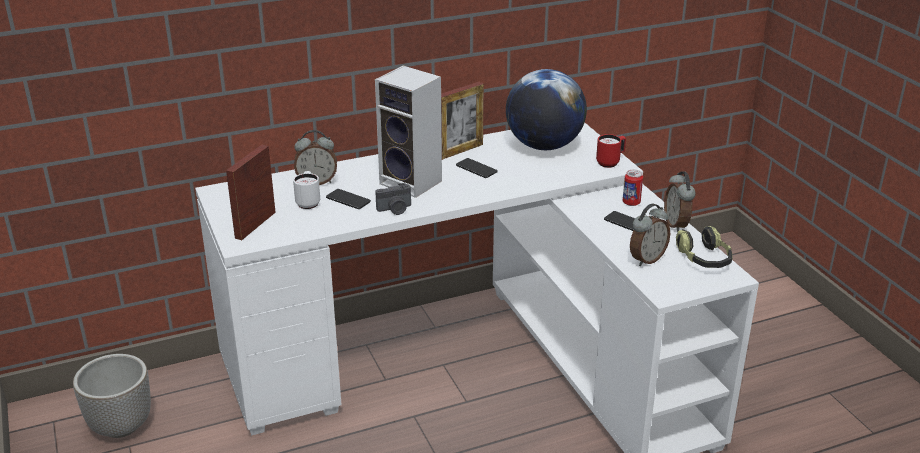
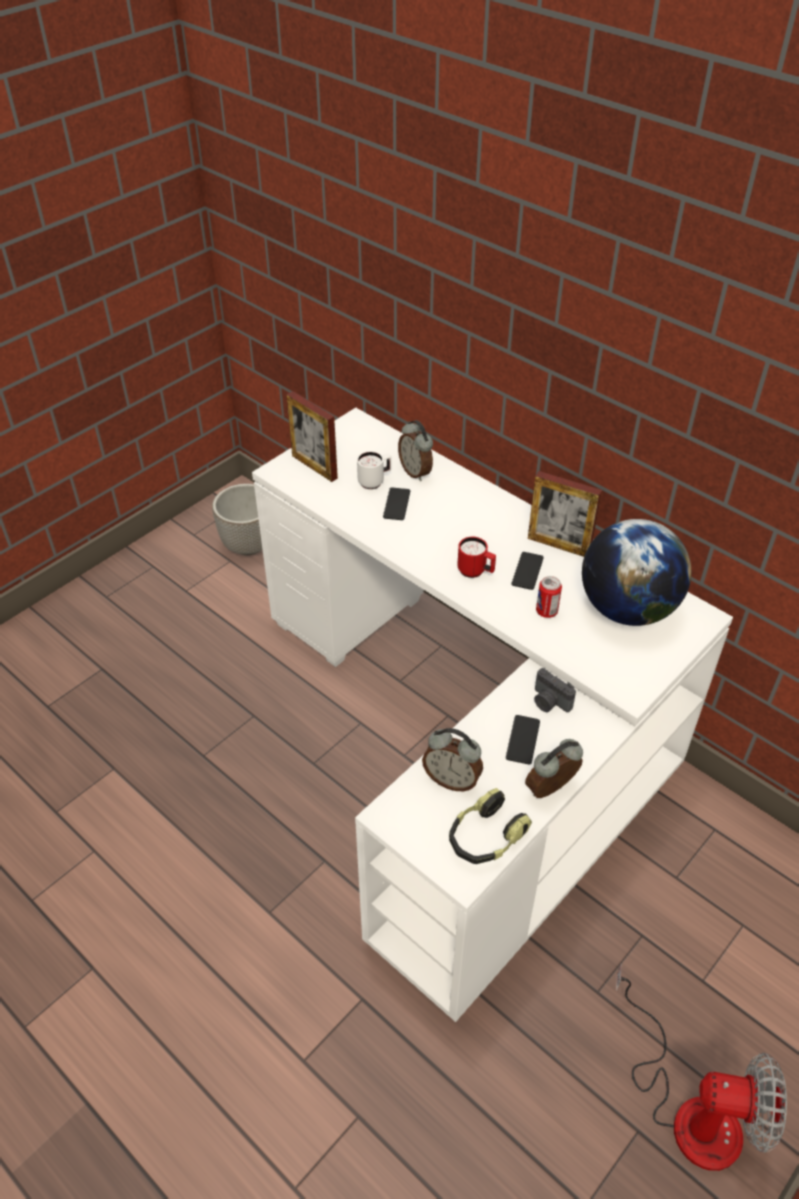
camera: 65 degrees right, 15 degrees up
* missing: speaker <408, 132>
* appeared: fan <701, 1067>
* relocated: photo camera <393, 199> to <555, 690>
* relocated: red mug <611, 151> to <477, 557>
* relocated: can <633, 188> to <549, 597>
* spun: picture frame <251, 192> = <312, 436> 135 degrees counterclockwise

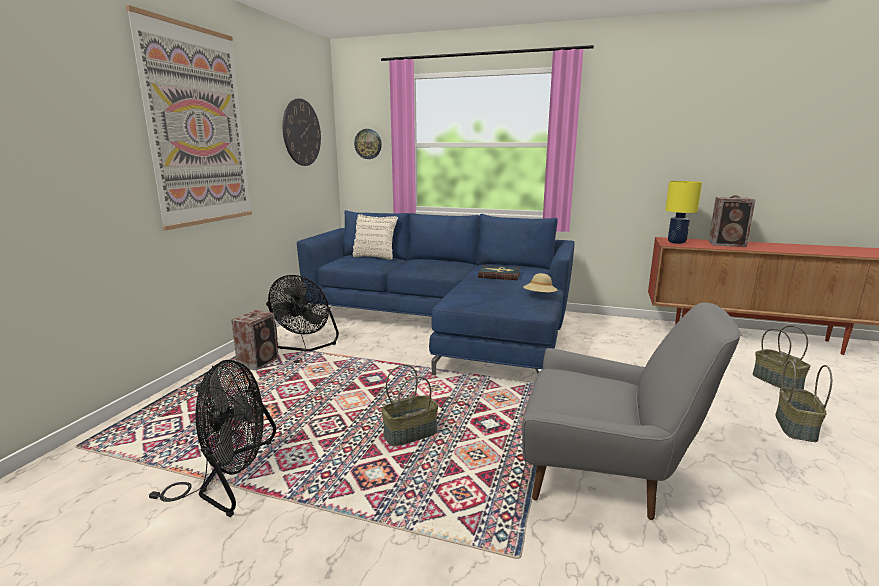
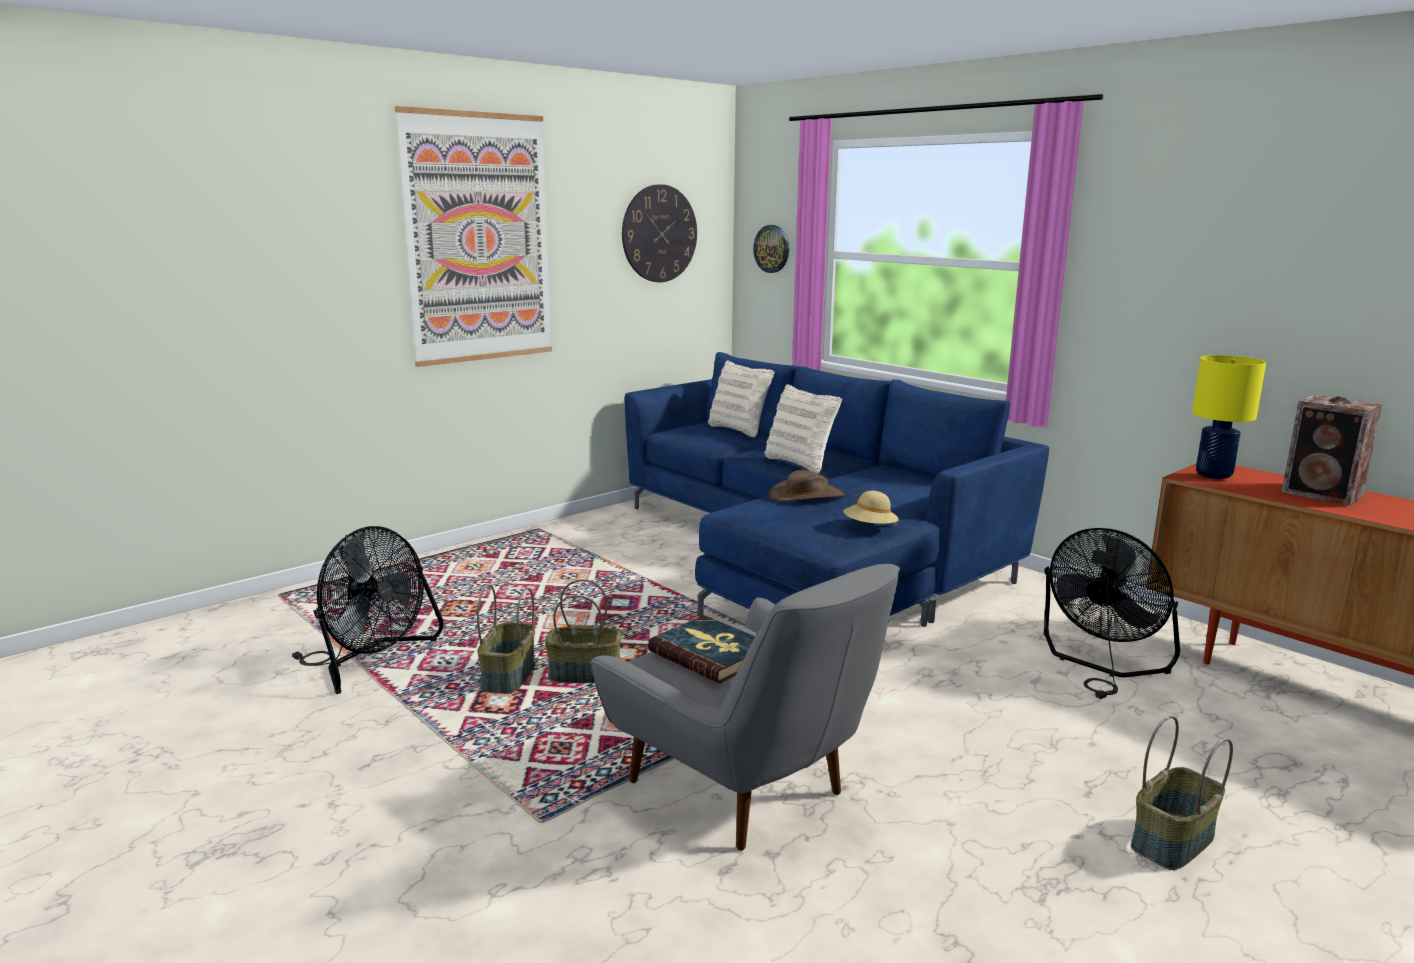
camera: 30 degrees right, 0 degrees up
* missing: speaker <255, 340>
* appeared: beige pillow <803, 428>
* appeared: brown hat <807, 485>
* relocated: black fan <302, 319> to <1111, 613>
* relocated: book <499, 272> to <701, 649>
* relocated: basket <782, 357> to <506, 639>

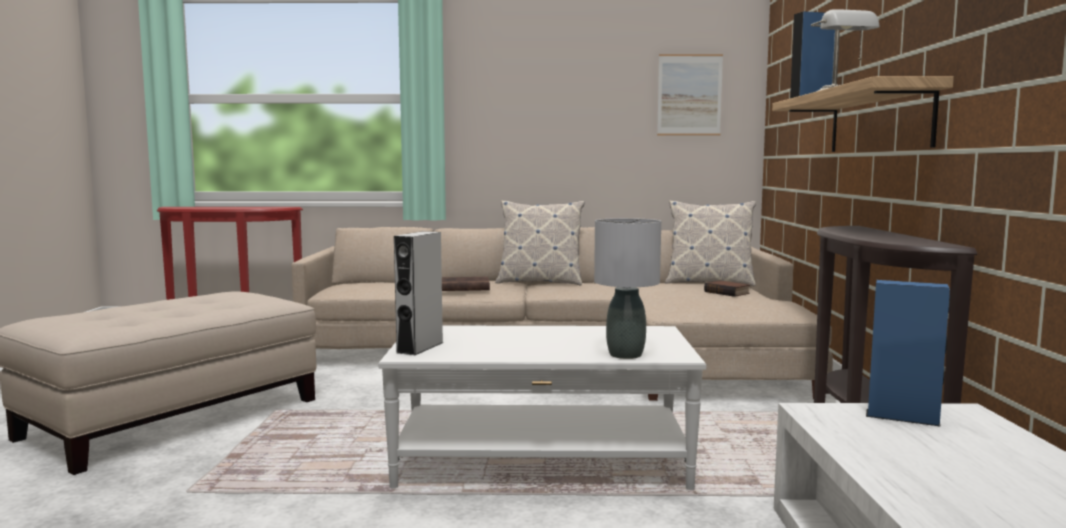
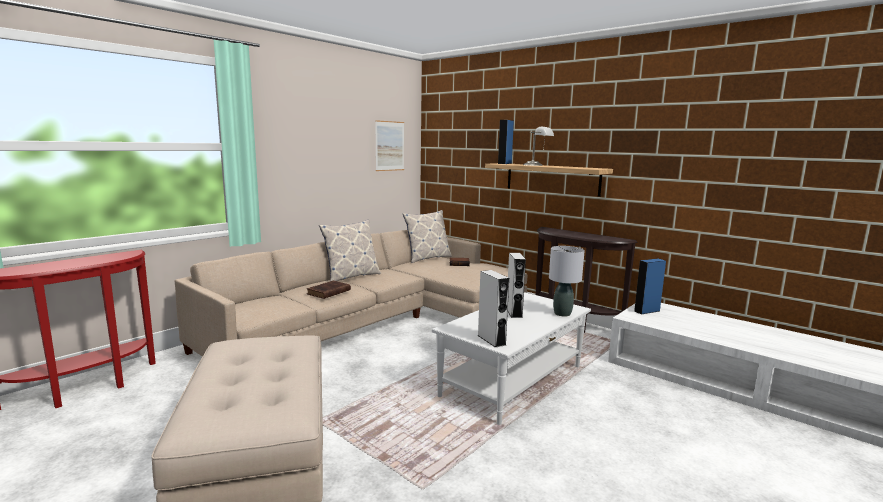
camera: 50 degrees left, 5 degrees up
* appeared: grey speaker <517, 285>

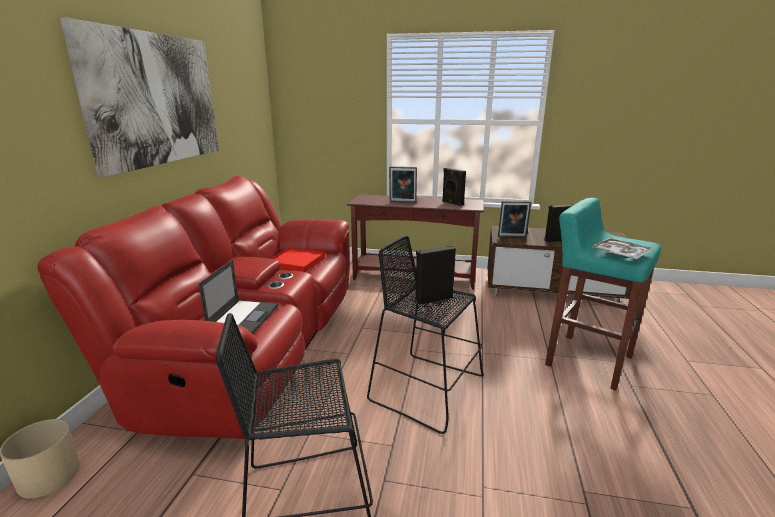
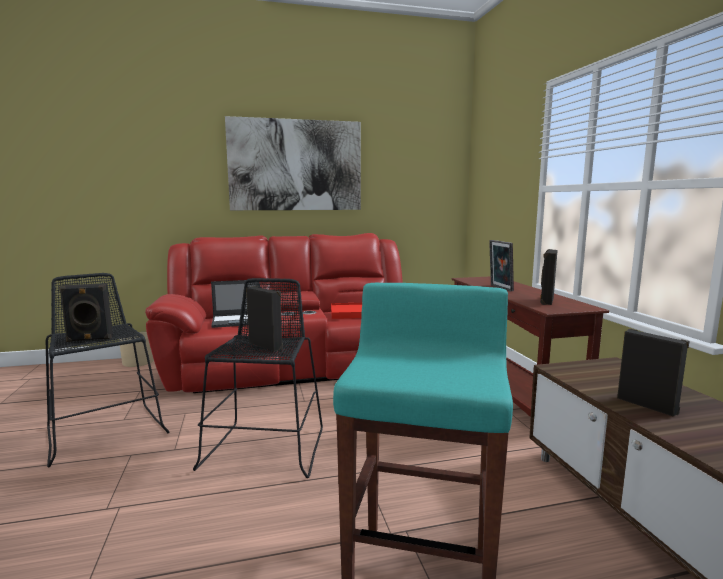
camera: 65 degrees right, 10 degrees down
* missing: picture frame <515, 219>
* missing: tray <621, 248>
* appeared: black speaker <86, 312>

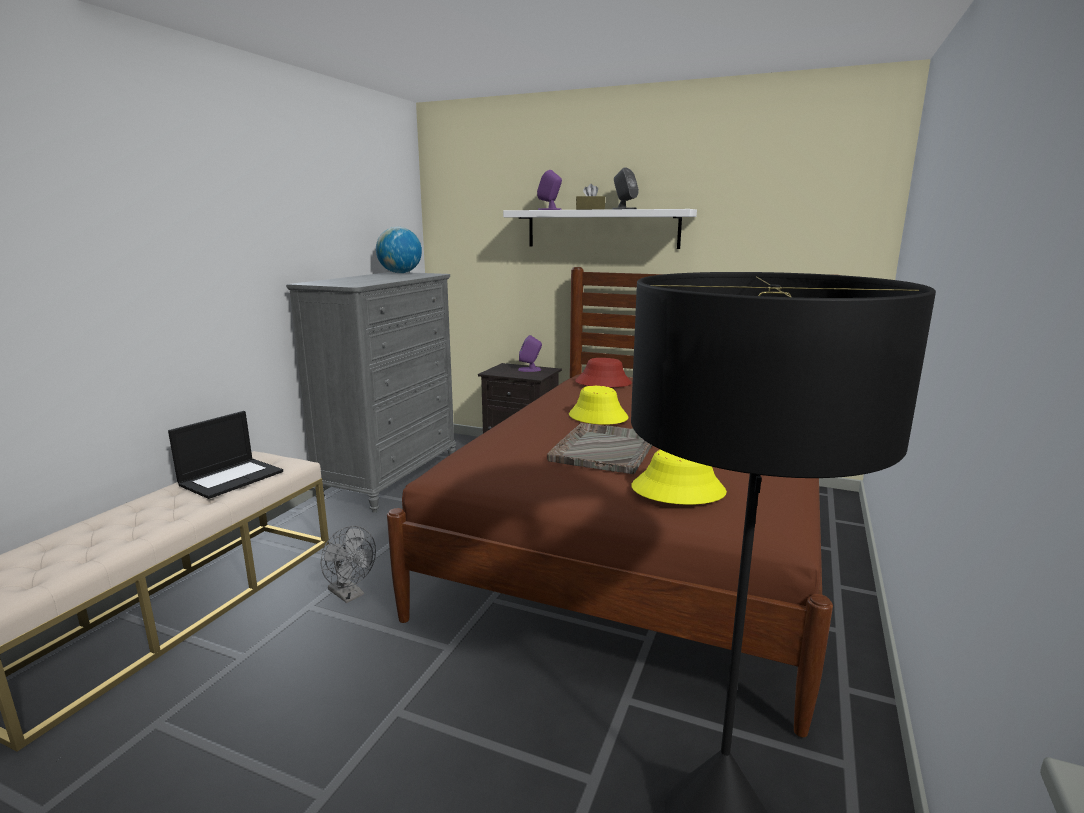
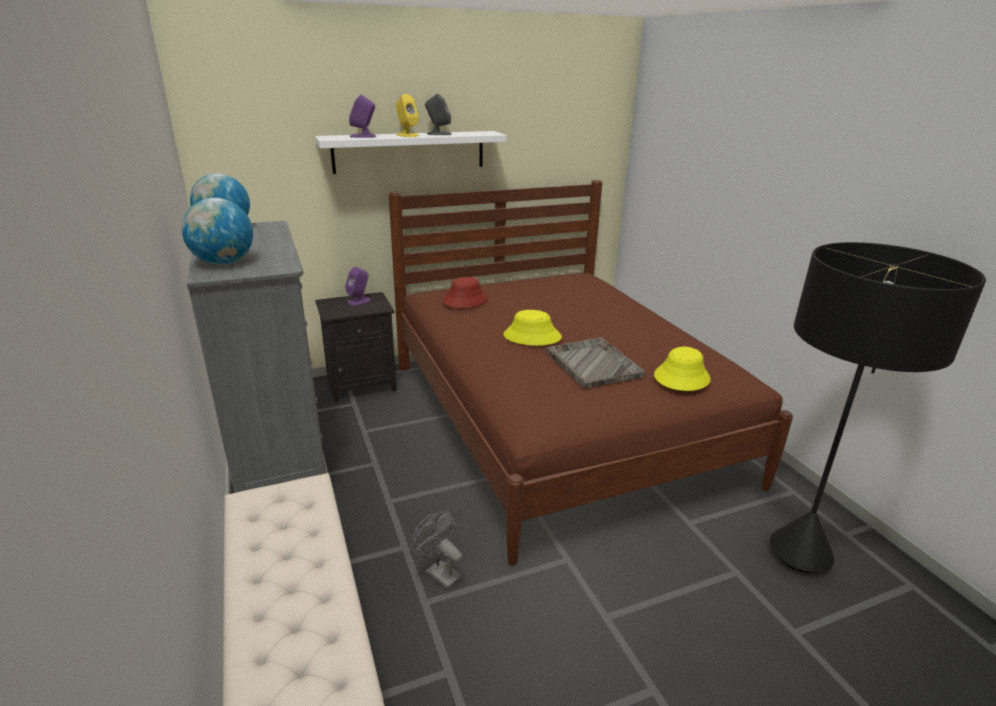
camera: 45 degrees left, 10 degrees up
* missing: laptop <225, 455>
* appeared: globe <217, 231>
* exchanged: brown tissue box <590, 197> to yellow speaker <407, 115>
* spun: grey fan <348, 564> = <436, 549> 135 degrees counterclockwise

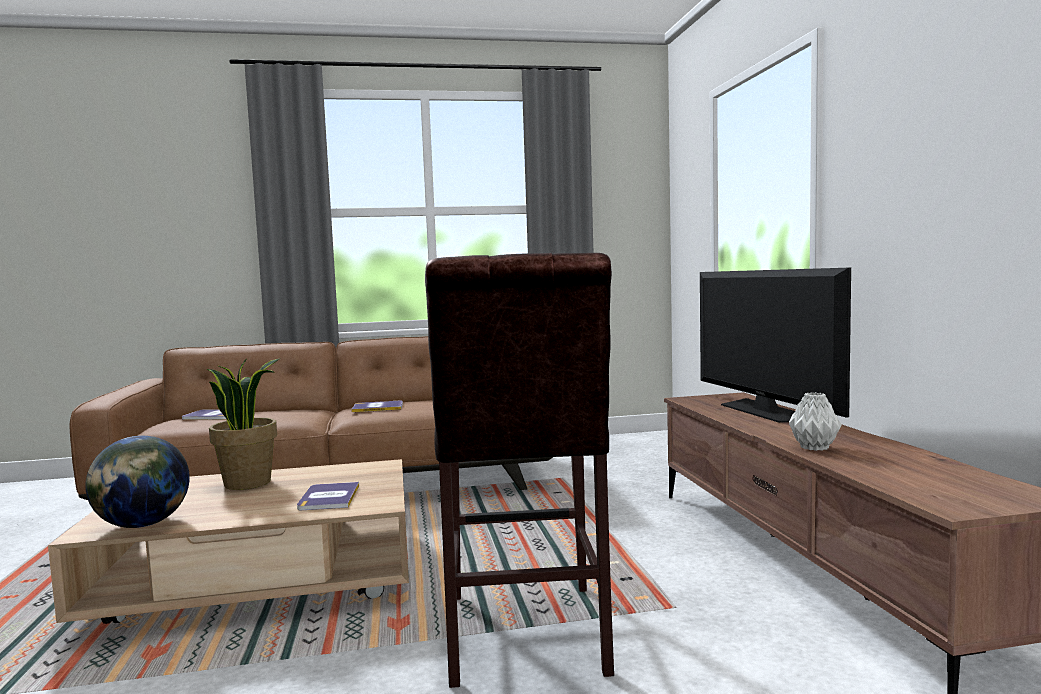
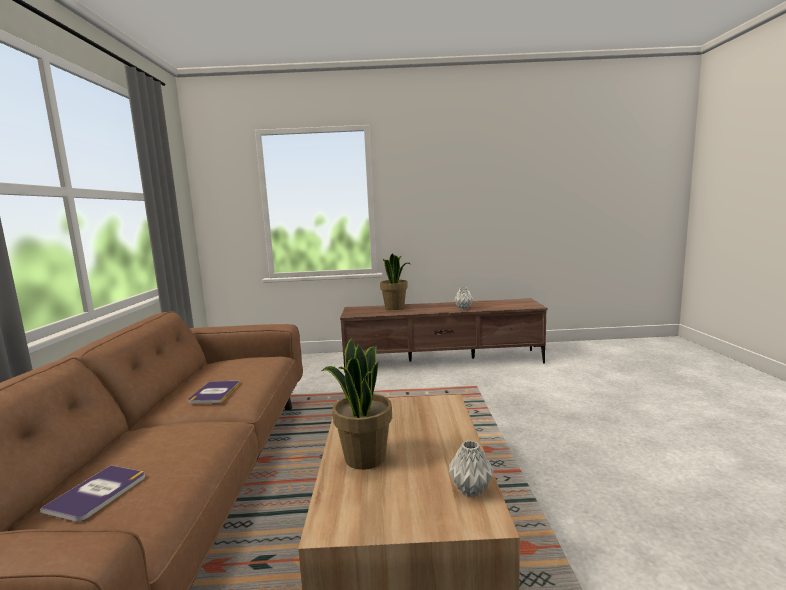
camera: 80 degrees left, 5 degrees up
* missing: book <328, 496>
* missing: brown stool <519, 470>
* exchanged: globe <137, 482> to grey vase <471, 469>
* exchanged: television <775, 345> to potted plant <395, 281>

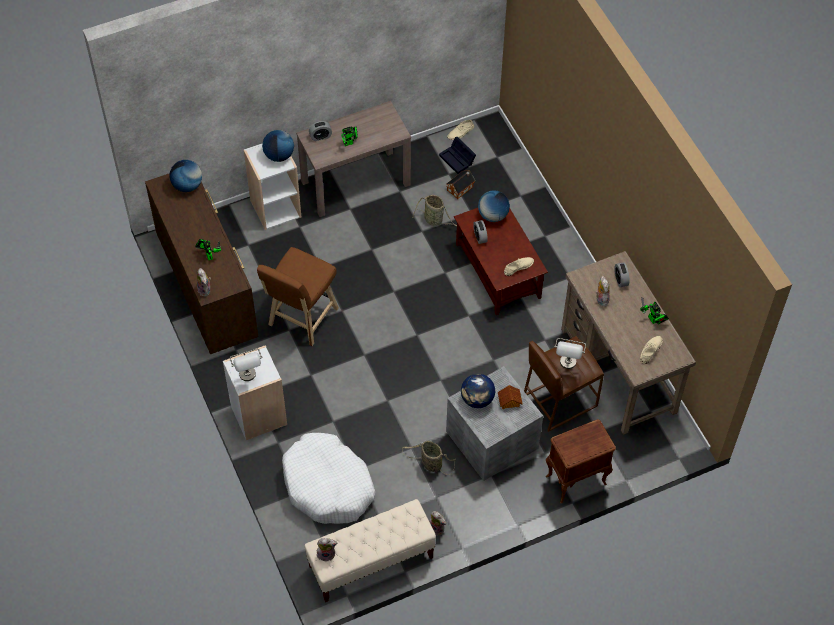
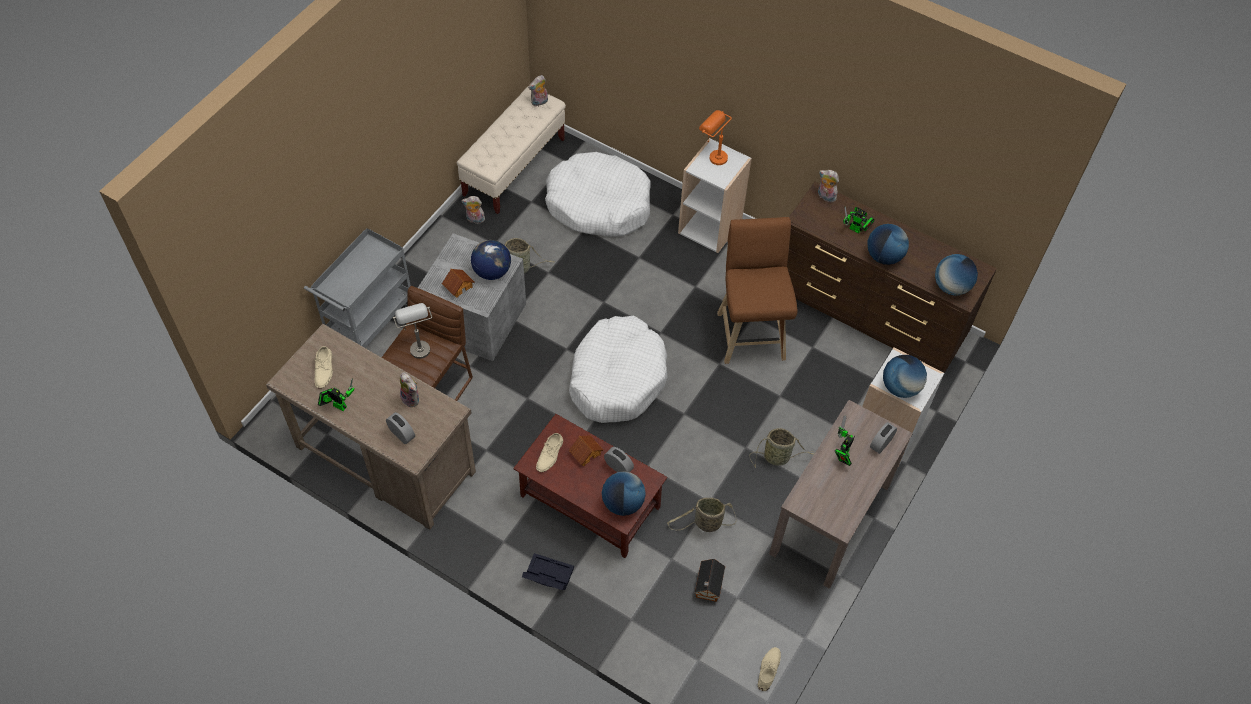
camera: 145 degrees right, 0 degrees up
* appeared: white dog bed <618, 369>
* appeared: toy house <586, 450>
* appeared: basket <782, 448>
* appeared: globe <888, 244>
* relocated: black storage box <457, 155> to <548, 571>
* exchanged: brown nightstand <581, 461> to grey cart <357, 288>
* colour: grey table lamp <246, 365> to orange table lamp <715, 137>

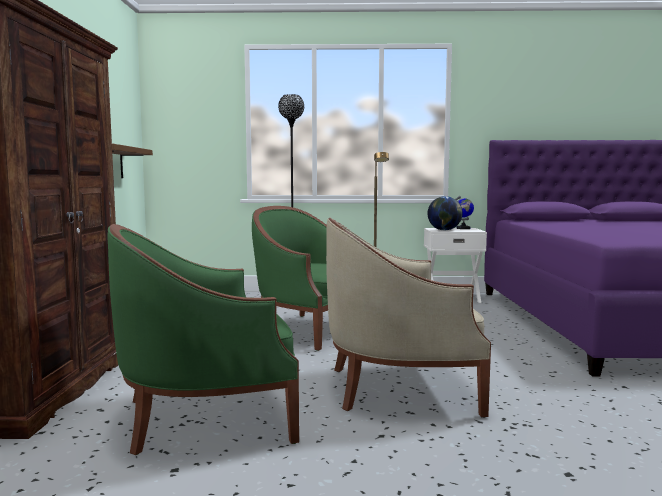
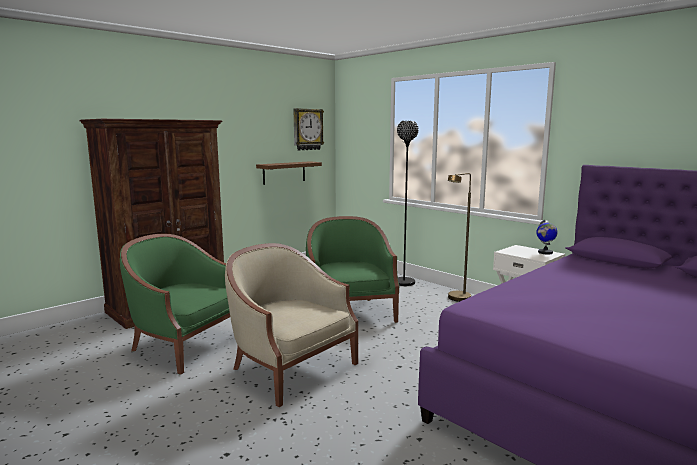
camera: 45 degrees right, 5 degrees up
* missing: globe <445, 213>
* appeared: wall clock <308, 129>

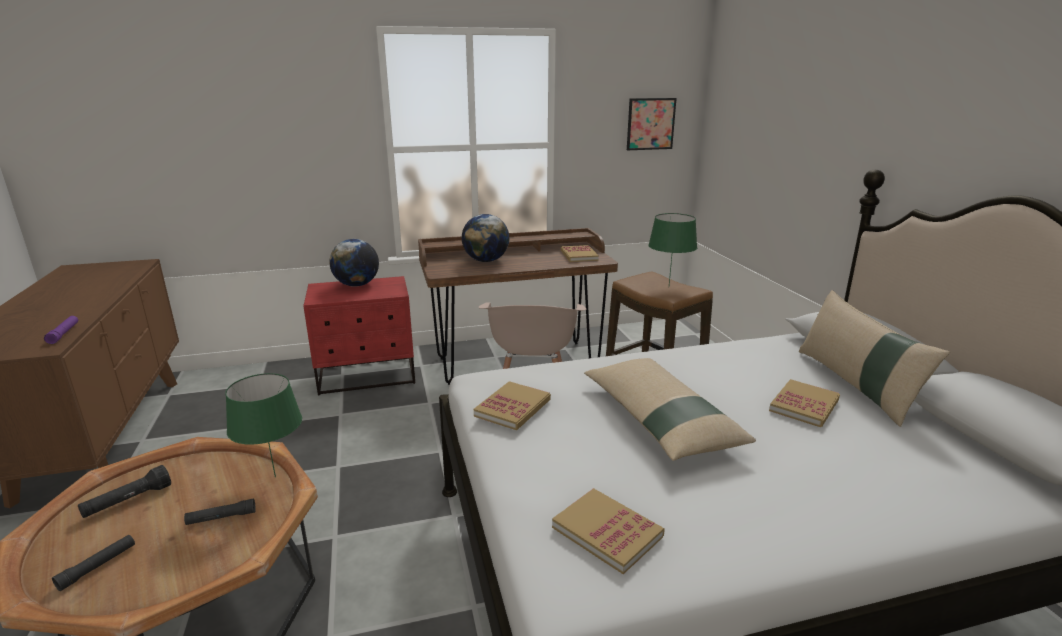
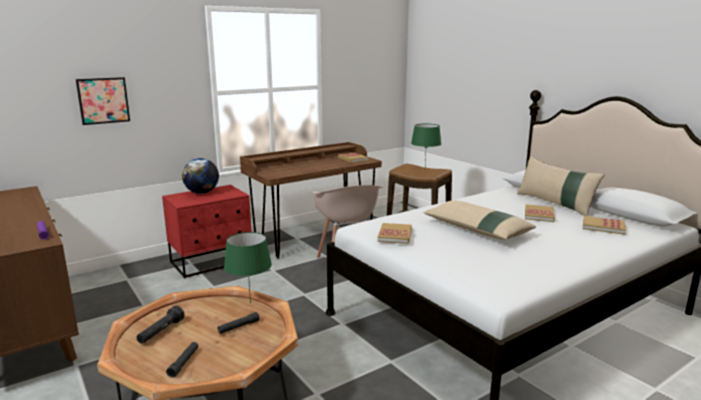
camera: 20 degrees left, 5 degrees down
* missing: globe <485, 238>
* relocated: book <608, 531> to <604, 225>
* relocated: picture <652, 124> to <103, 101>

